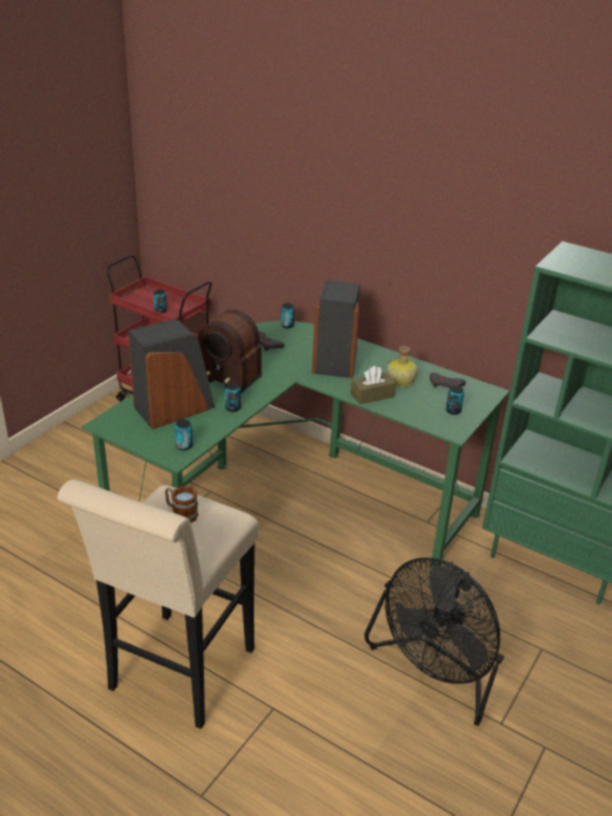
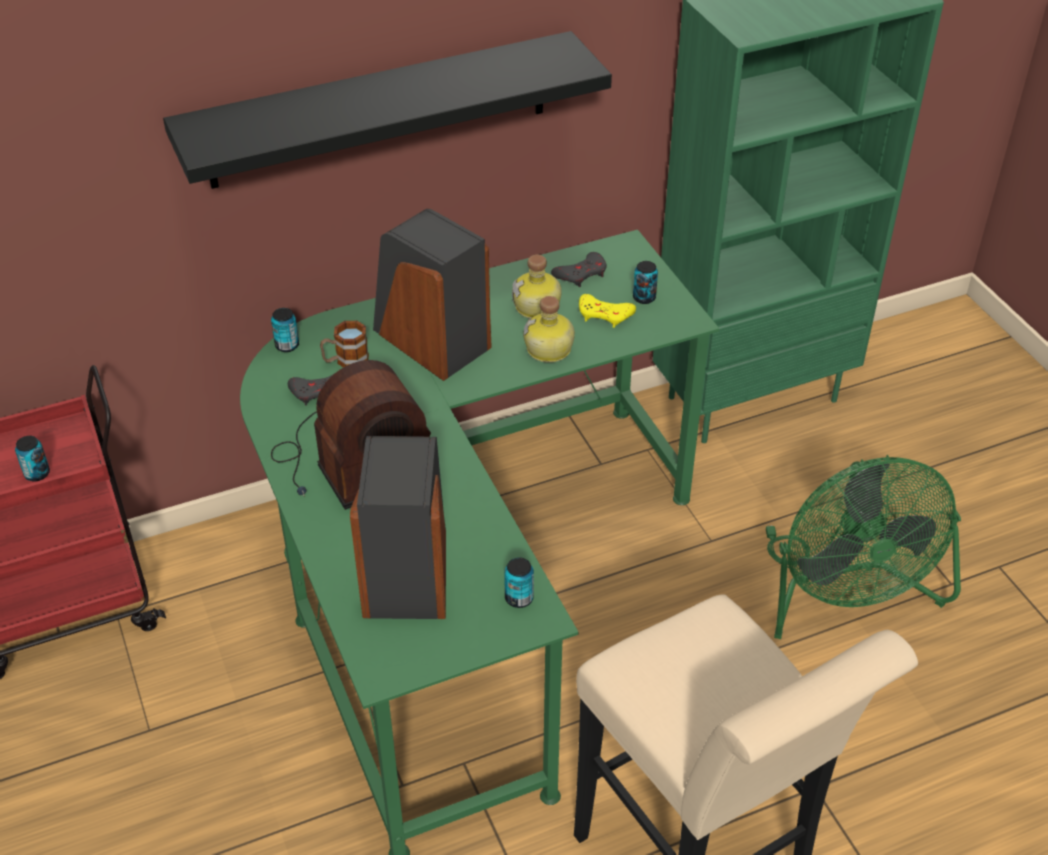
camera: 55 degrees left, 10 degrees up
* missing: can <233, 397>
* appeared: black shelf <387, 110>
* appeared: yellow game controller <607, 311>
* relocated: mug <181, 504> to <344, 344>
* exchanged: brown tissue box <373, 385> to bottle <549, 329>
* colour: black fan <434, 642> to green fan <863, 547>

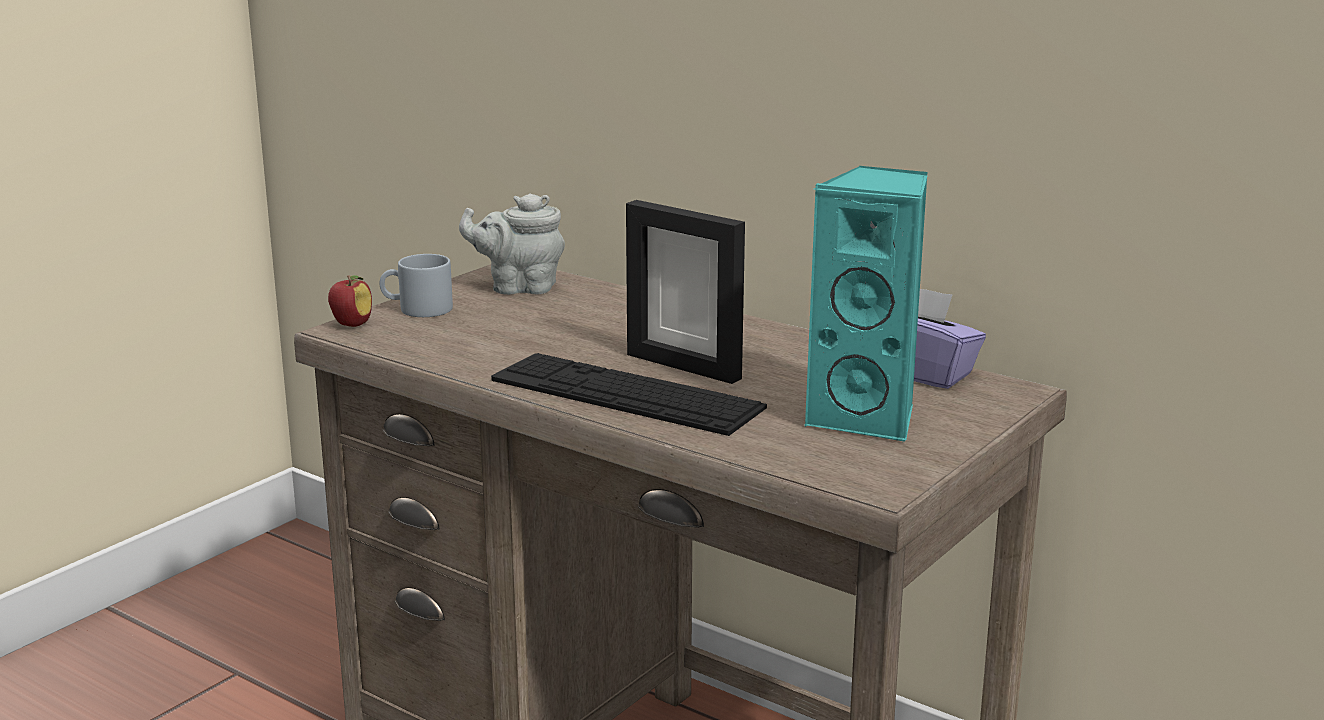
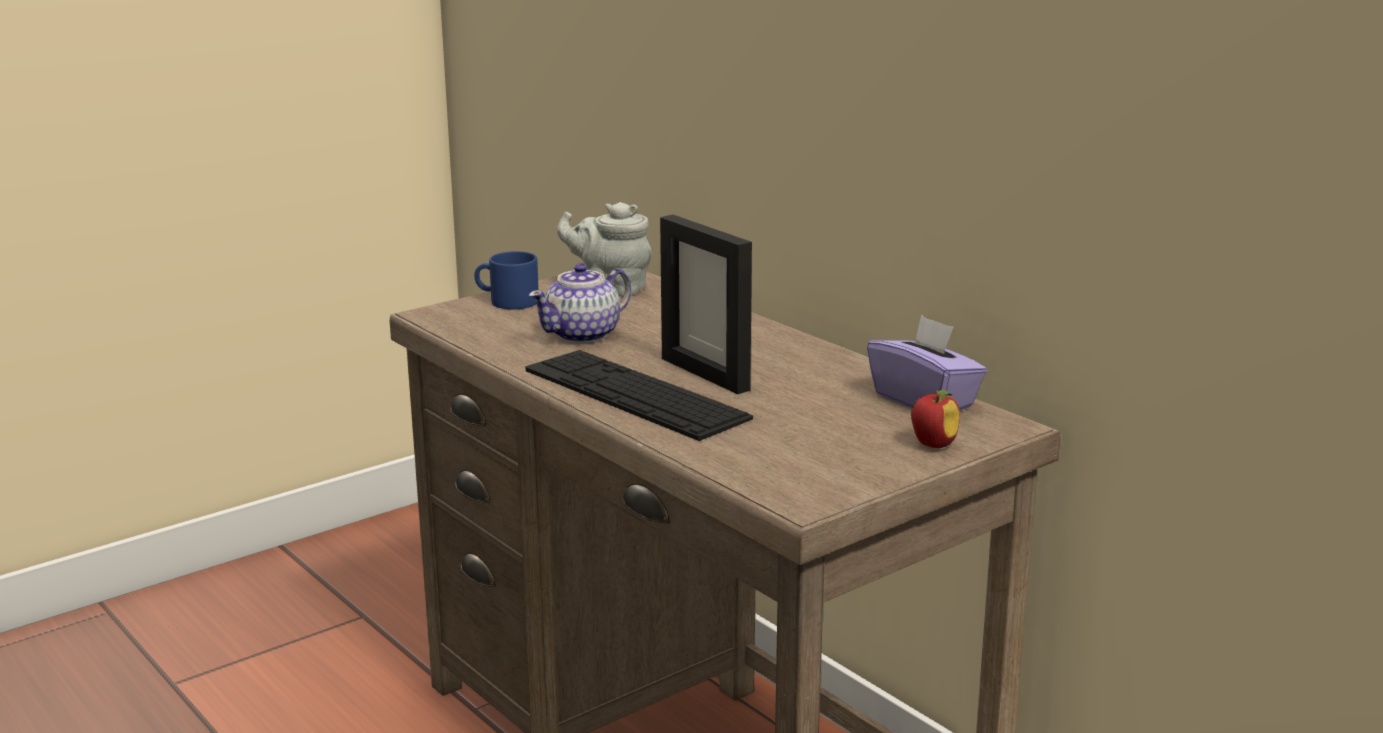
camera: 15 degrees right, 0 degrees up
* missing: turquoise speaker <866, 303>
* appeared: teapot <580, 303>
* relocated: apple <350, 301> to <935, 419>
* colour: grey mug <416, 285> to blue mug <506, 280>

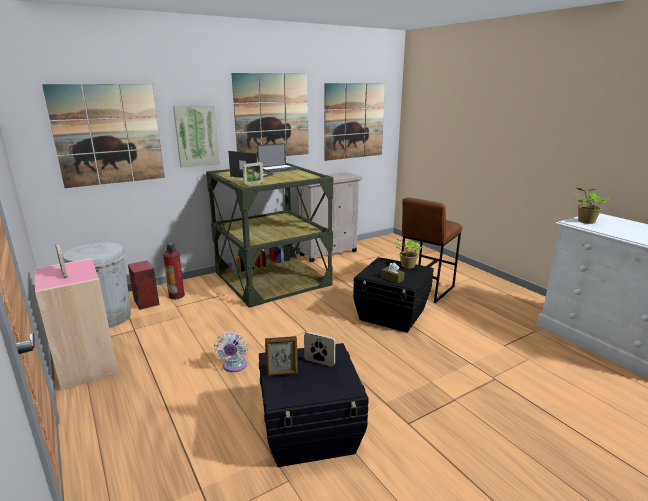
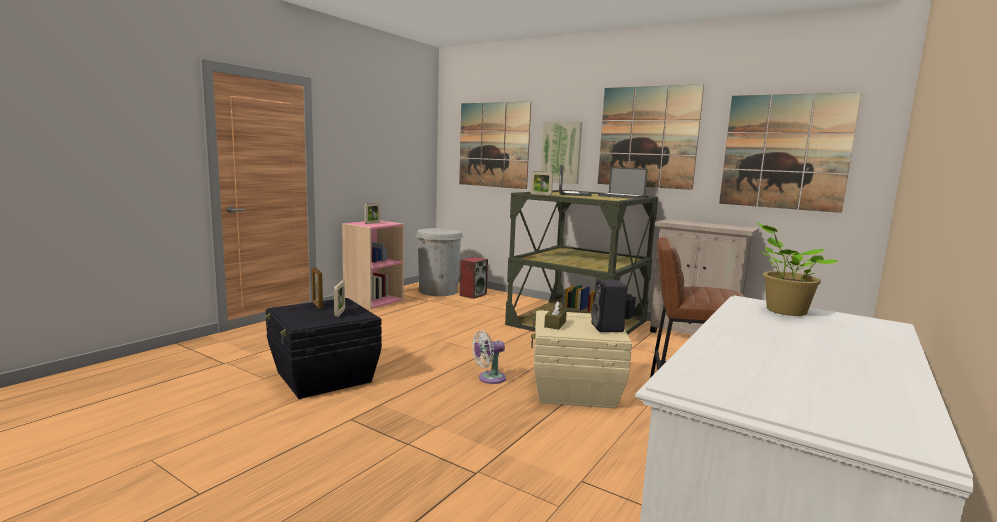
camera: 65 degrees right, 10 degrees down
* missing: fire extinguisher <174, 271>
* relocated: white fan <231, 352> to <489, 357>
* exchanged: potted plant <408, 254> to black speaker <609, 306>
* colour: black storage box <393, 295> to beige storage box <581, 359>

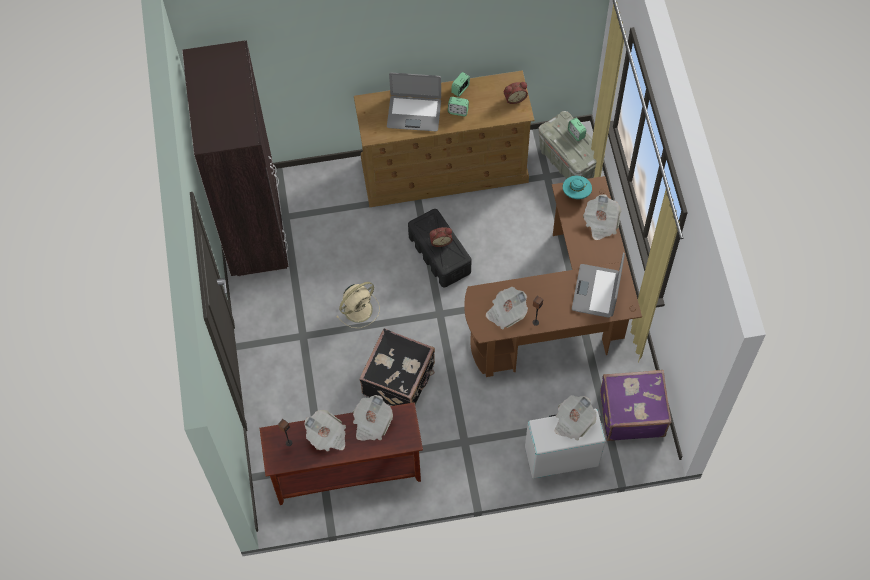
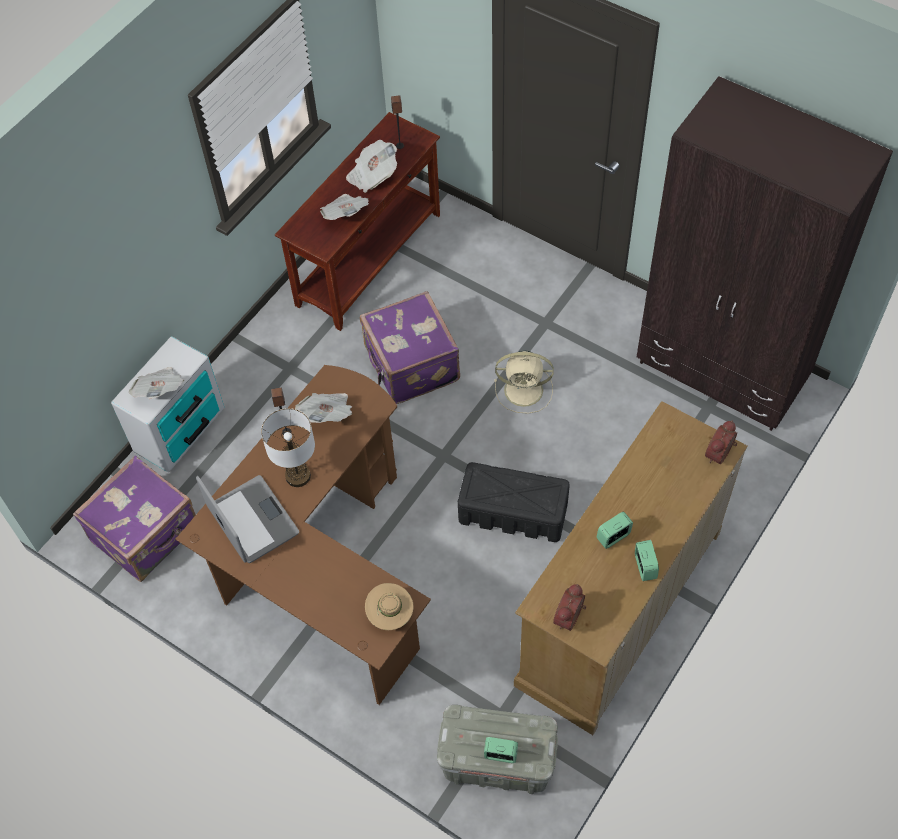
camera: 135 degrees right, 5 degrees down
* missing: laptop <414, 102>
* missing: newspaper <602, 217>
* appeared: table lamp <288, 447>
* relocated: alarm clock <440, 237> to <721, 442>
* colour: black suitcase <397, 367> to purple suitcase <410, 347>
* colour: turquoise hat <577, 187> to beige hat <389, 606>
* spun: beige fan <358, 305> = <524, 382> 90 degrees counterclockwise

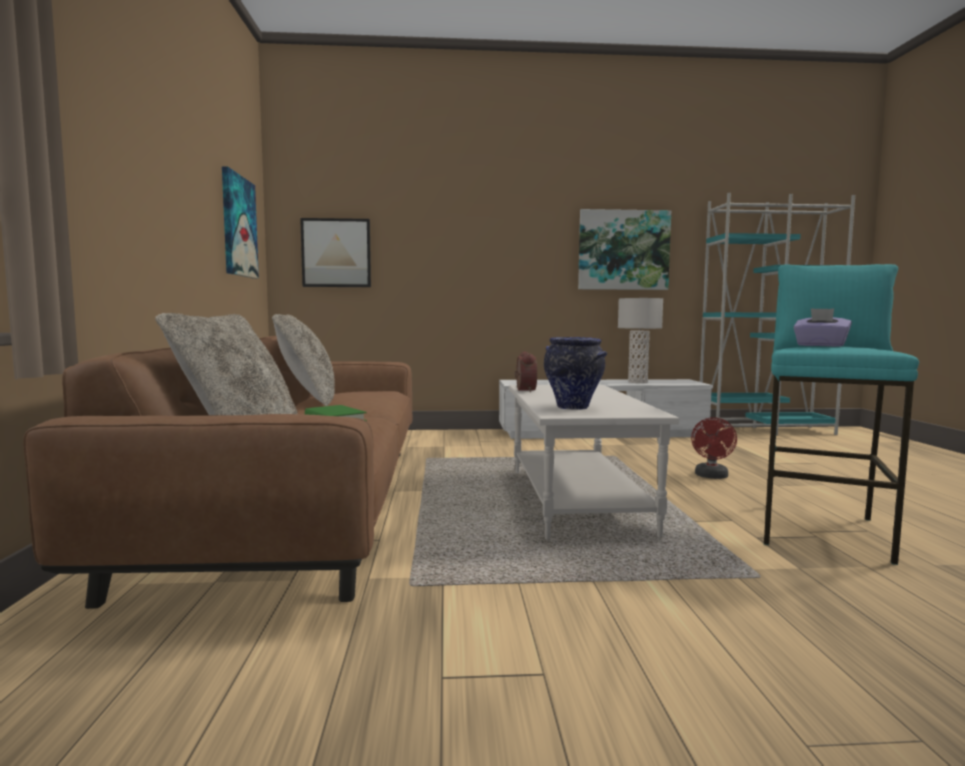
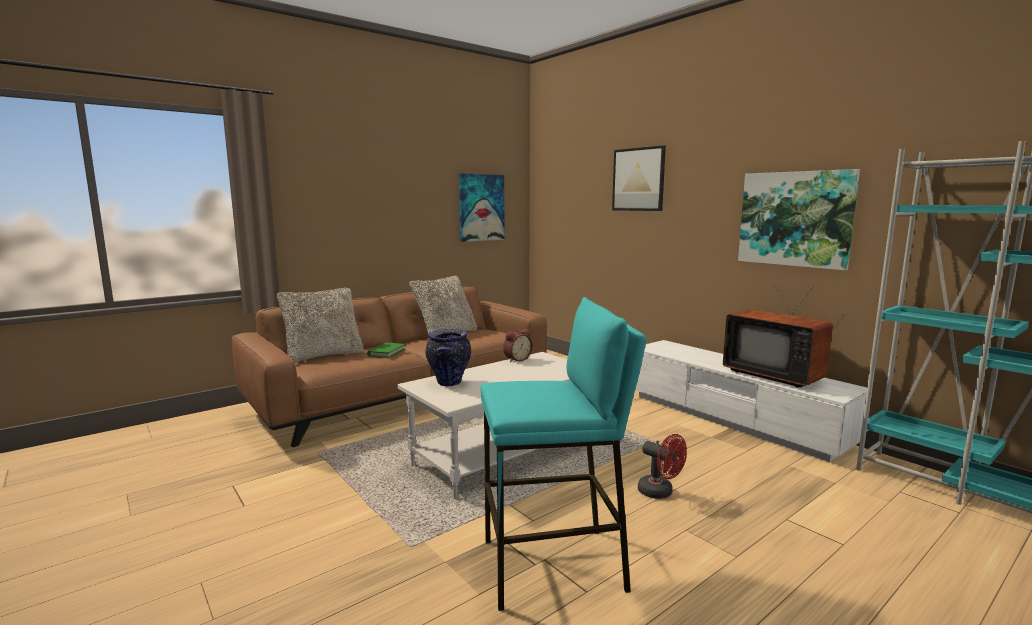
camera: 55 degrees right, 5 degrees up
* missing: purple tissue box <822, 327>
* relocated: picture <335, 252> to <639, 178>
* exchanged: white table lamp <640, 340> to television <778, 336>
* spun: red fan <714, 448> = <662, 466> 120 degrees counterclockwise

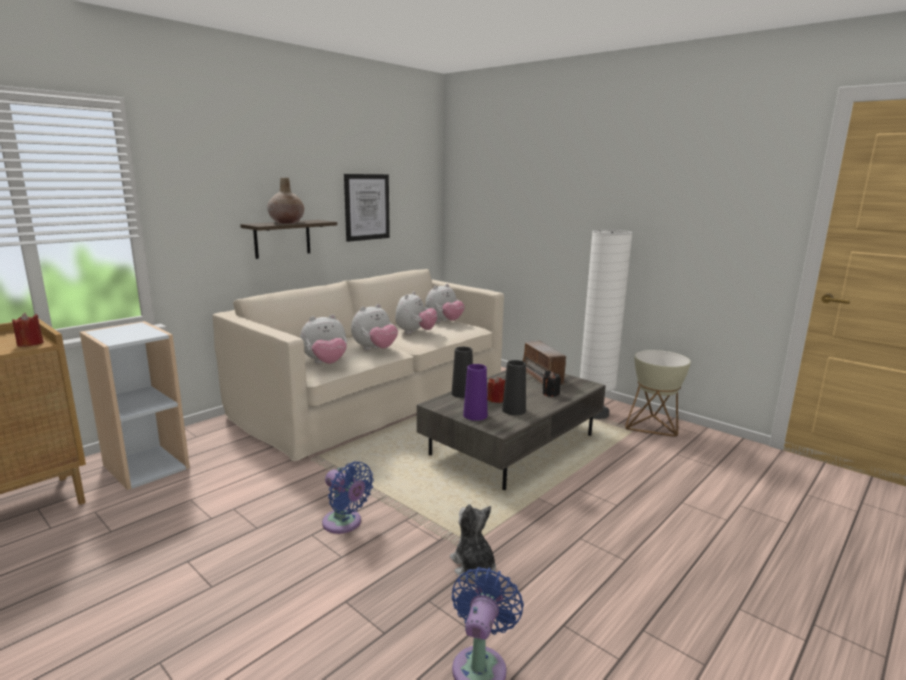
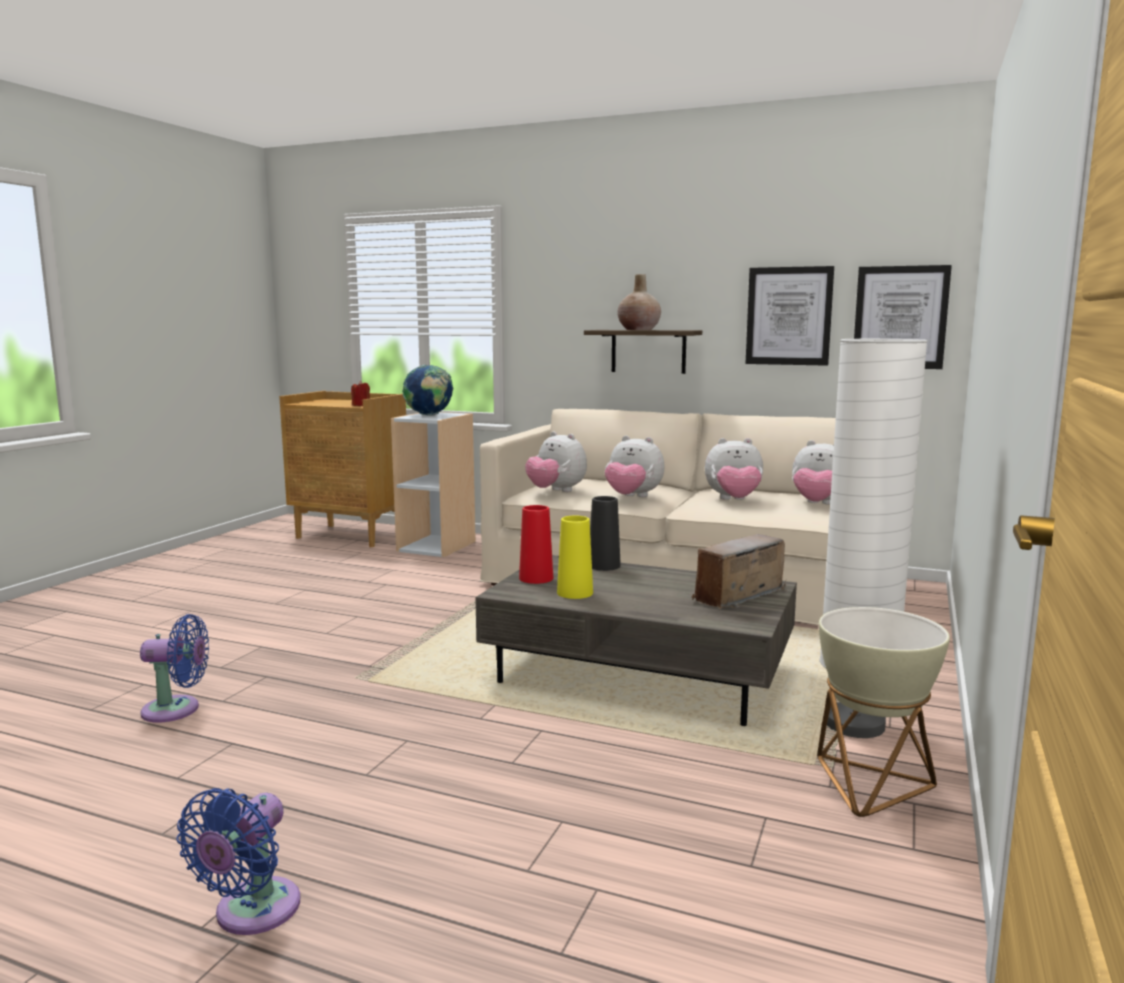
camera: 70 degrees right, 5 degrees down
* missing: plush toy <473, 542>
* missing: red candle <496, 390>
* missing: black candle <552, 384>
* appeared: globe <428, 390>
* appeared: picture <903, 317>
* relocated: blue fan <348, 498> to <238, 861>
* colour: purple vase <475, 392> to red vase <536, 544>
* colour: black vase <514, 387> to yellow vase <575, 557>

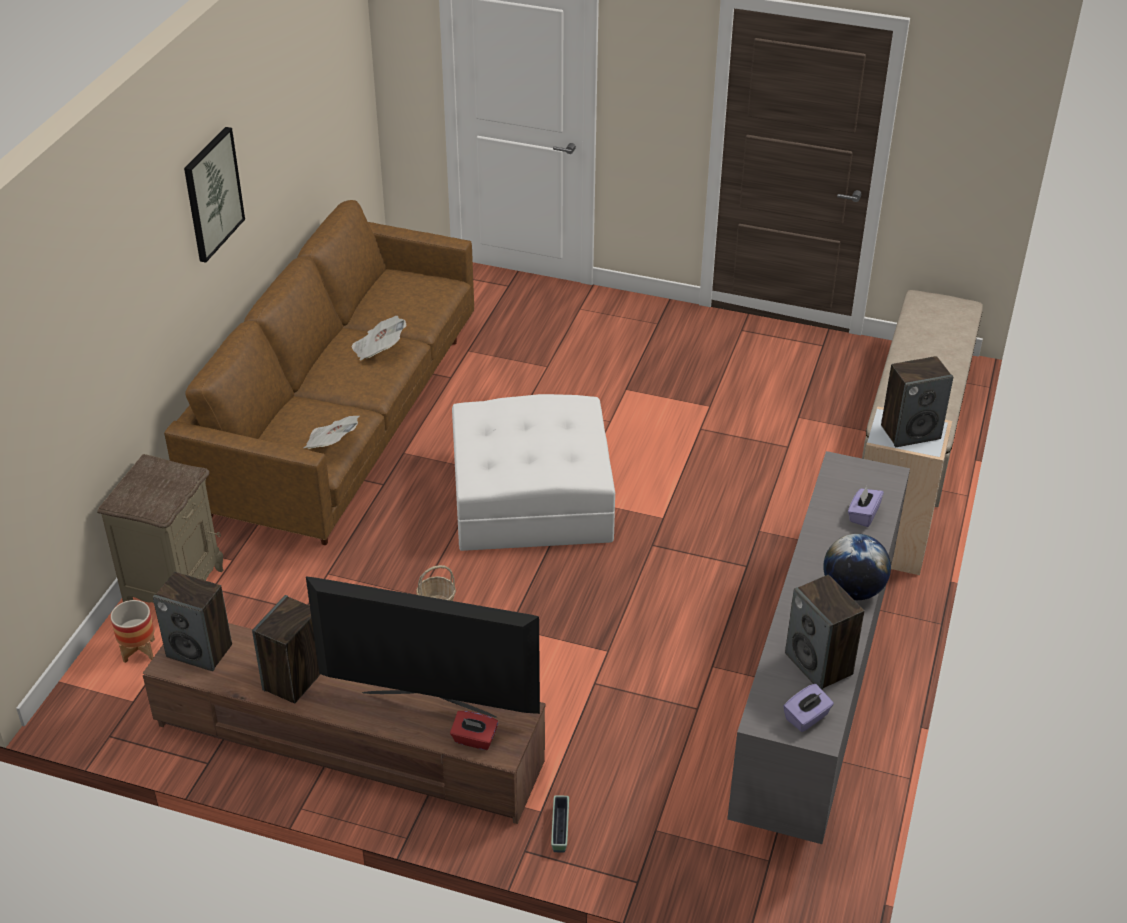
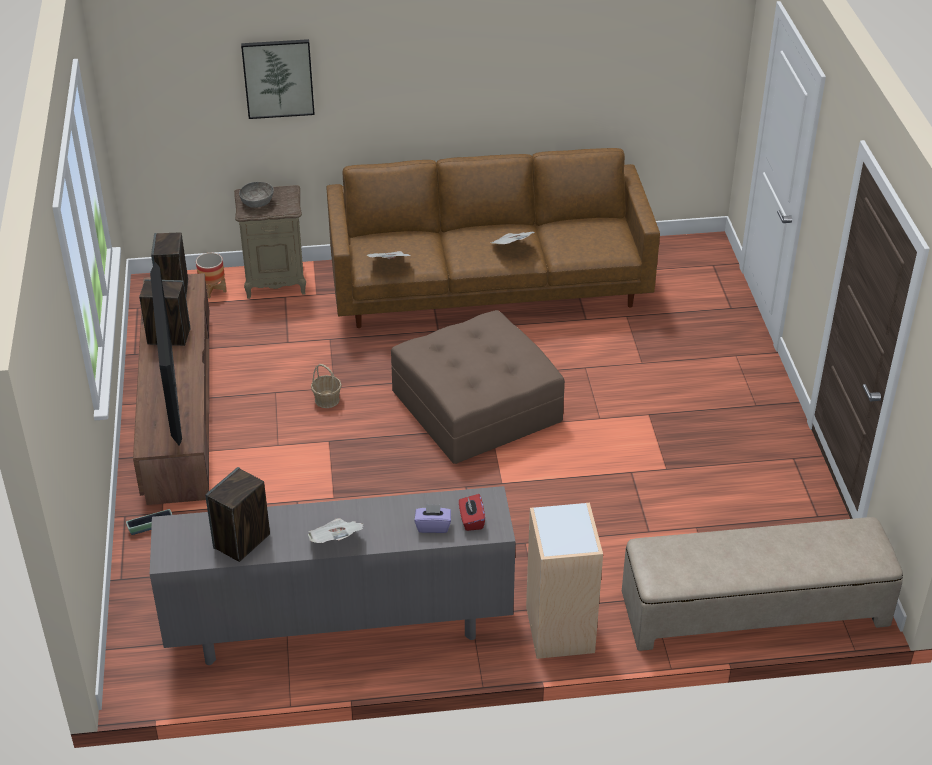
camera: 65 degrees right, 0 degrees up
* missing: purple tissue box <808, 708>
* missing: speaker <917, 401>
* appeared: grey bowl <256, 195>
* relocated: picture <214, 195> to <278, 79>
* relocated: red tissue box <474, 730> to <472, 512>
* exchanged: globe <857, 567> to newspaper <335, 530>
* colour: white ottoman <533, 472> to brown ottoman <478, 387>

